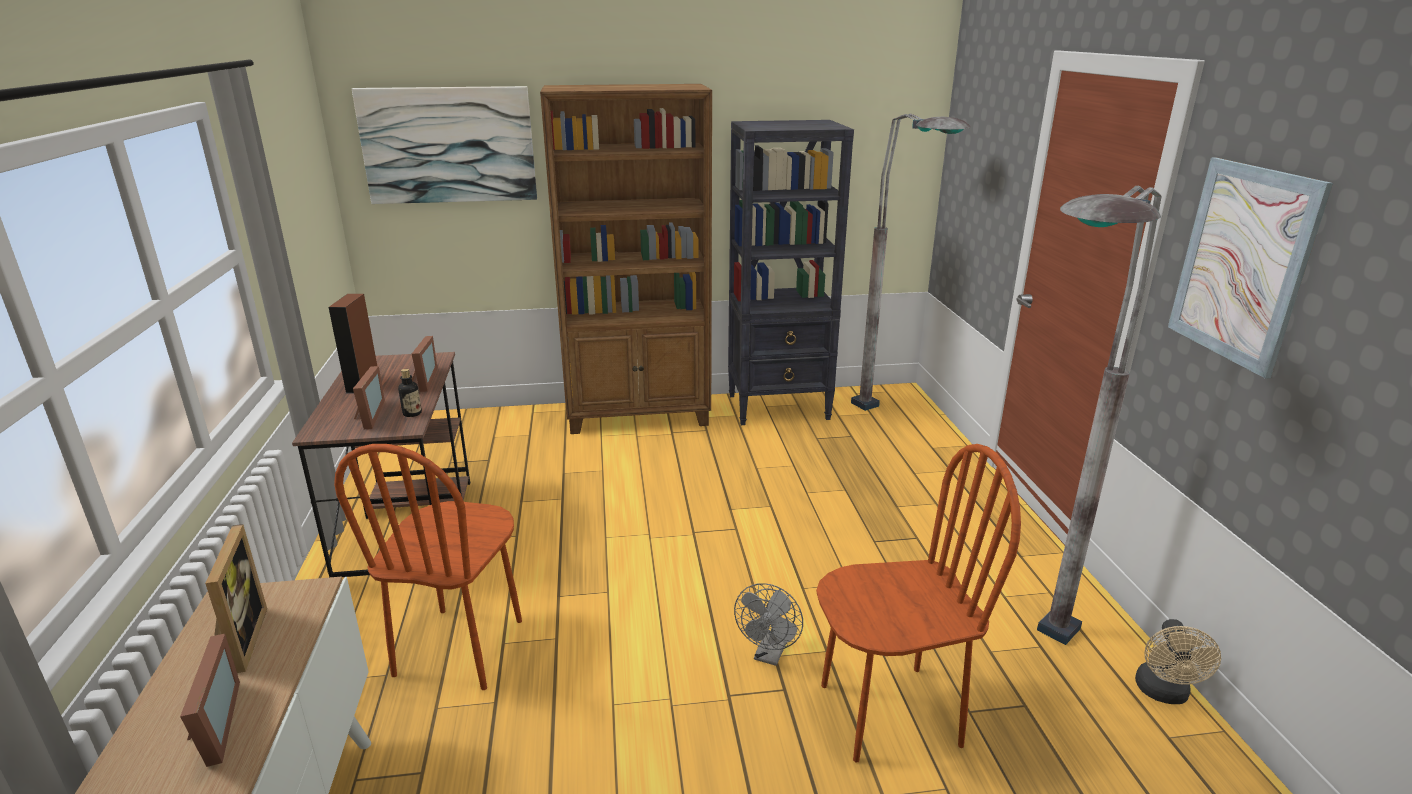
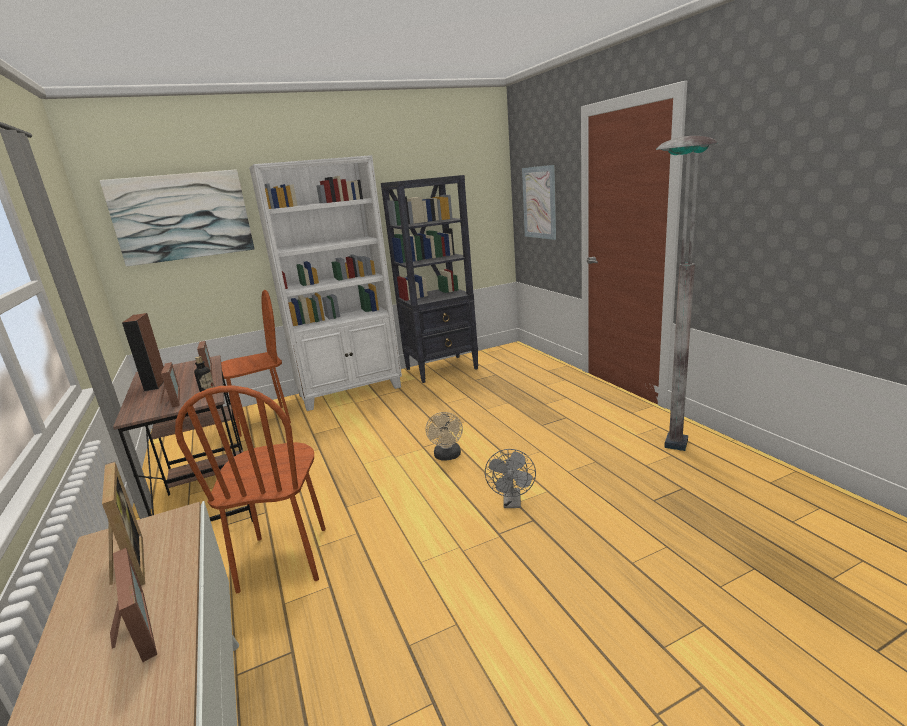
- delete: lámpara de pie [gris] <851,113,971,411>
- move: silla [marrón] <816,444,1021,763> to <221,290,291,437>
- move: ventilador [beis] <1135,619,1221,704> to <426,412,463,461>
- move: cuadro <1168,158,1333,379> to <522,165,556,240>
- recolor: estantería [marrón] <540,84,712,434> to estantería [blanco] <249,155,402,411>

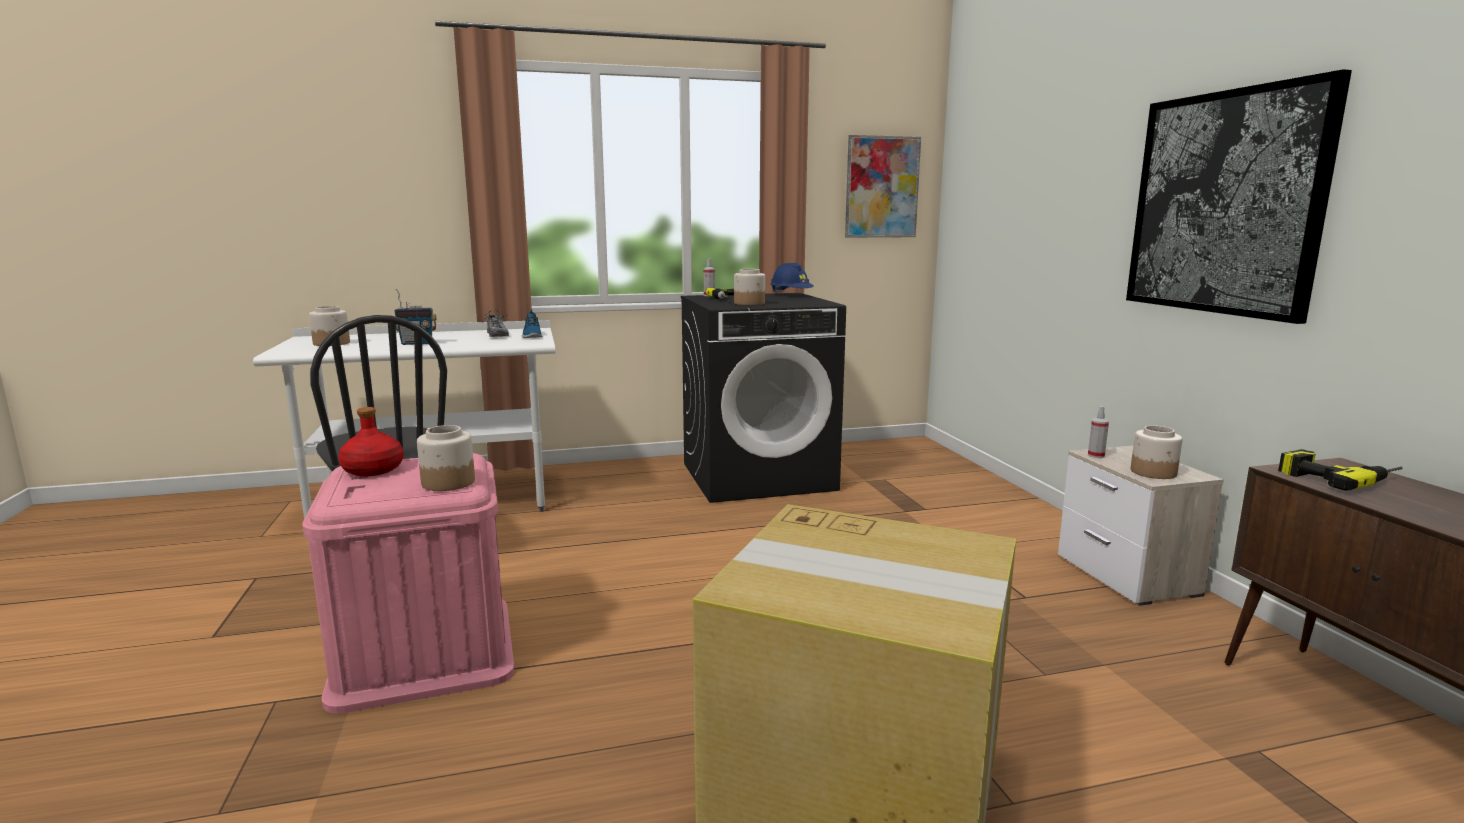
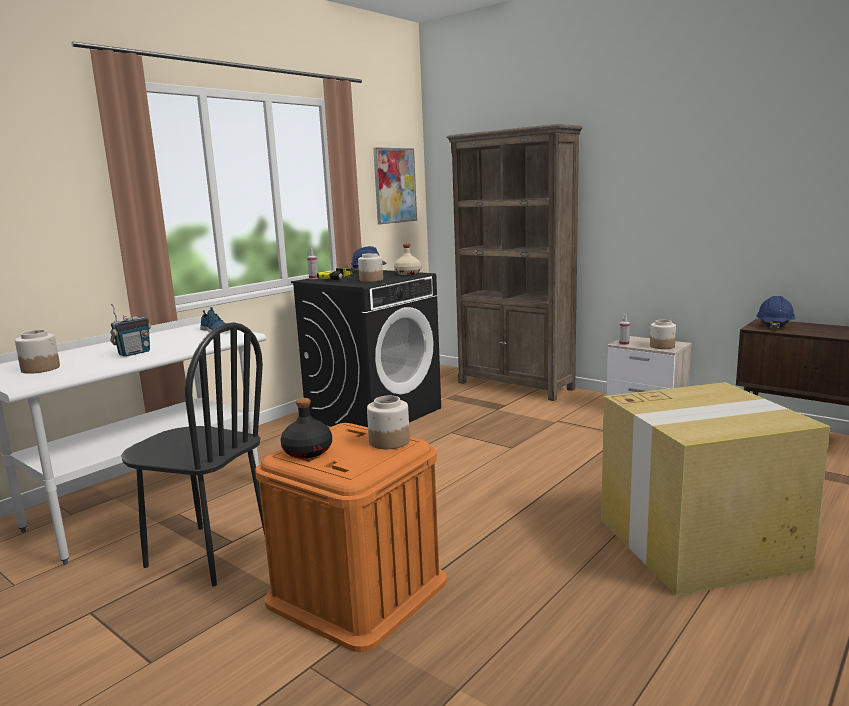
- delete: zapato <482,310,510,337>
- delete: cuadro <1126,69,1352,324>
- insert: botella [beis] <394,244,421,275>
- insert: estantería [marrón] <447,124,583,401>
- replace: taladro <1278,449,1403,491> to casco [azul] <756,296,795,330>
- recolor: caja de almacenaje [rosa] <302,453,514,714> to caja de almacenaje [naranja] <255,423,447,652>
- recolor: botella [rojo] <338,407,404,477> to botella [negro] <280,398,332,458>

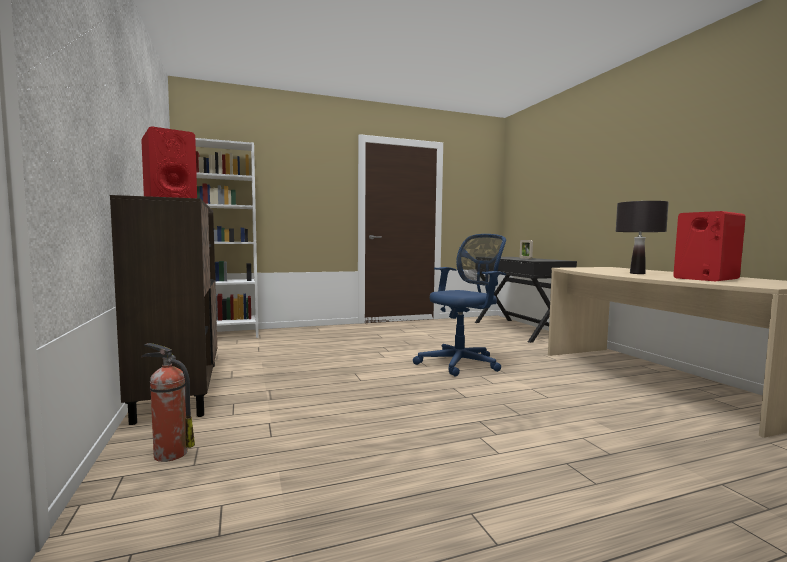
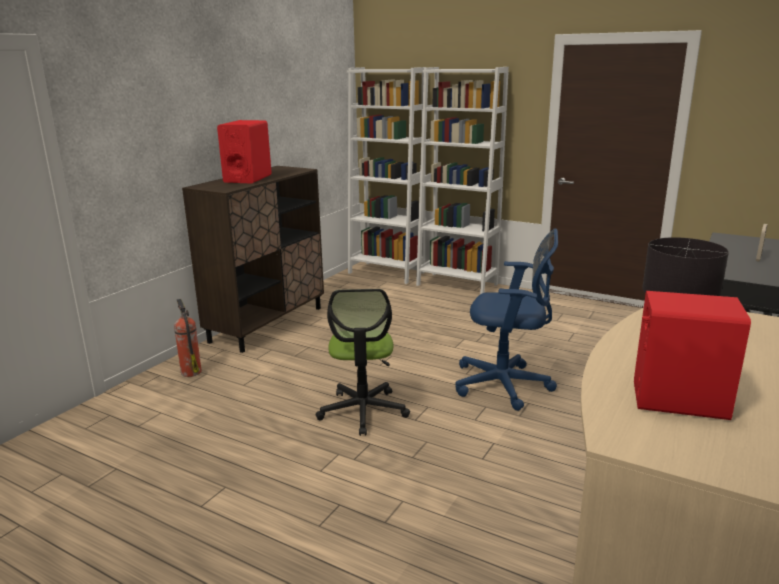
- insert: silla de oficina <316,289,410,436>
- insert: estantería [blanco] <416,67,509,294>

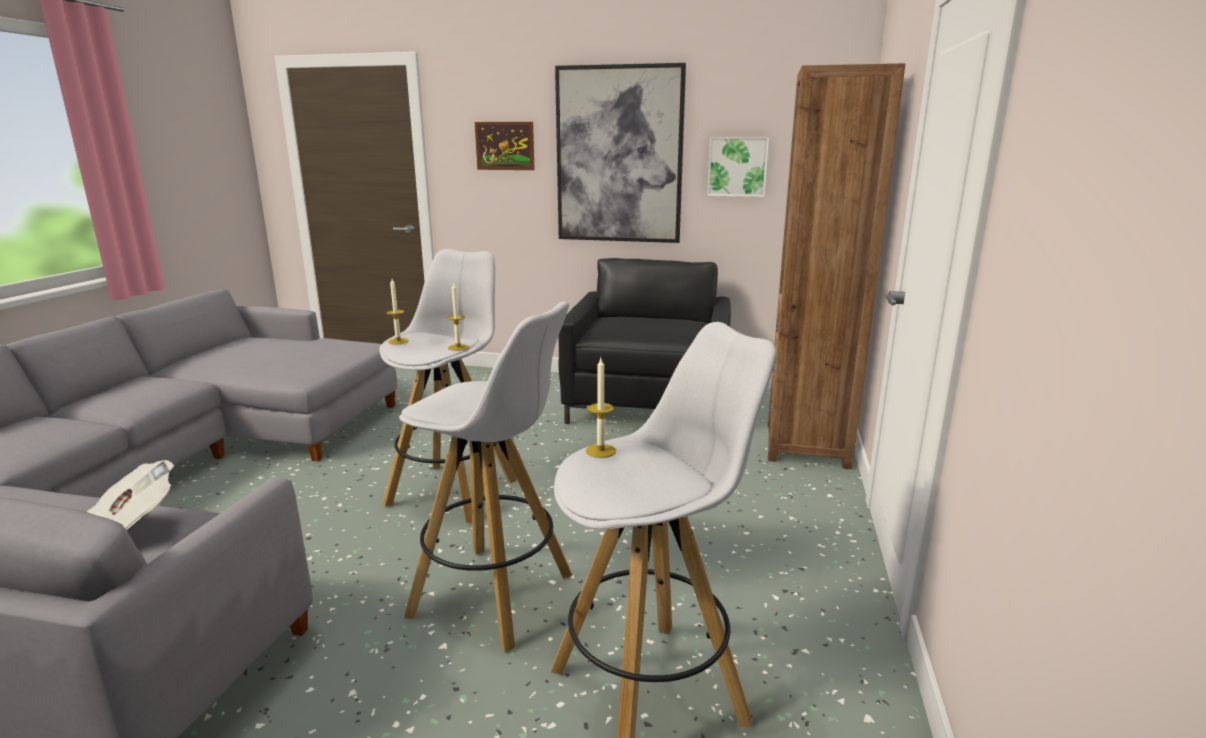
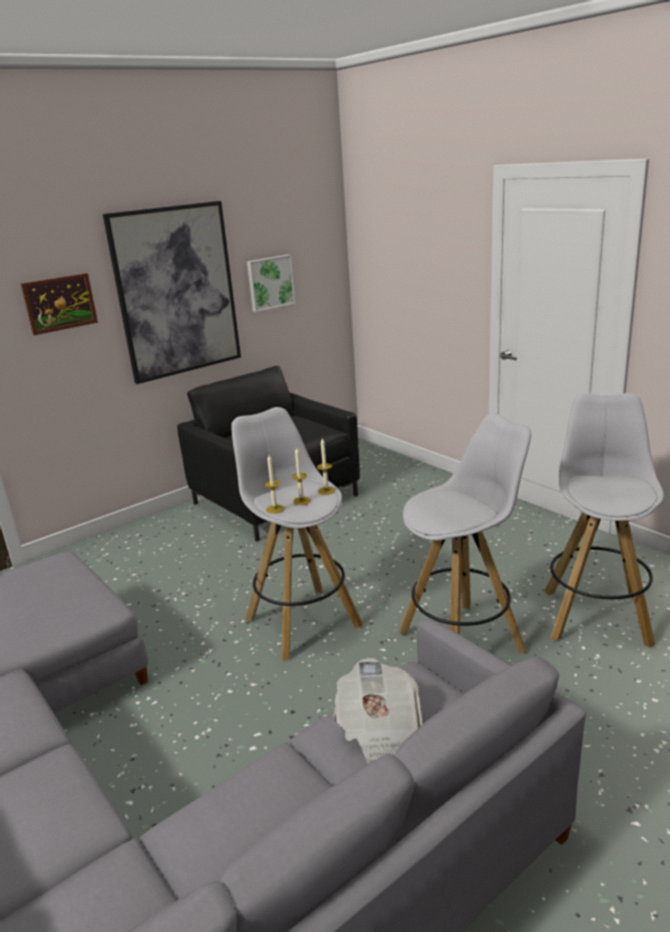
- delete: estantería [marrón] <768,63,905,469>
- move: vela <586,358,616,458> to <292,447,311,505>

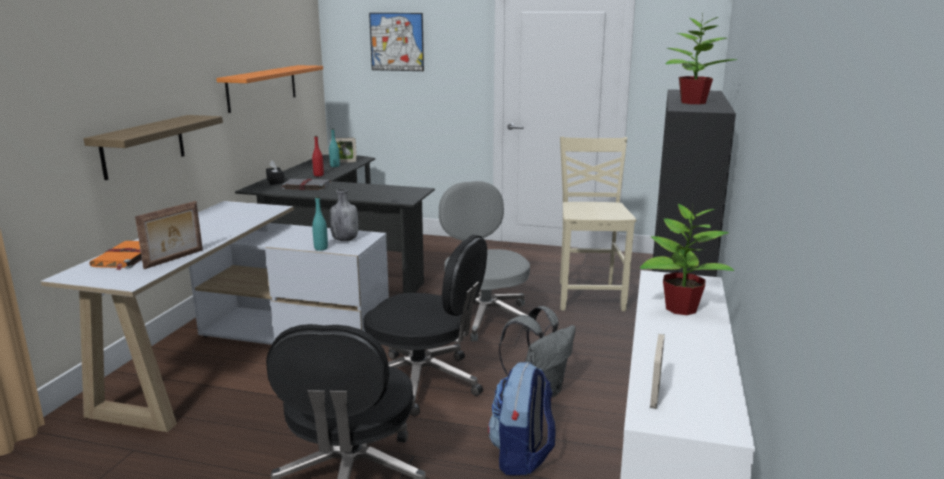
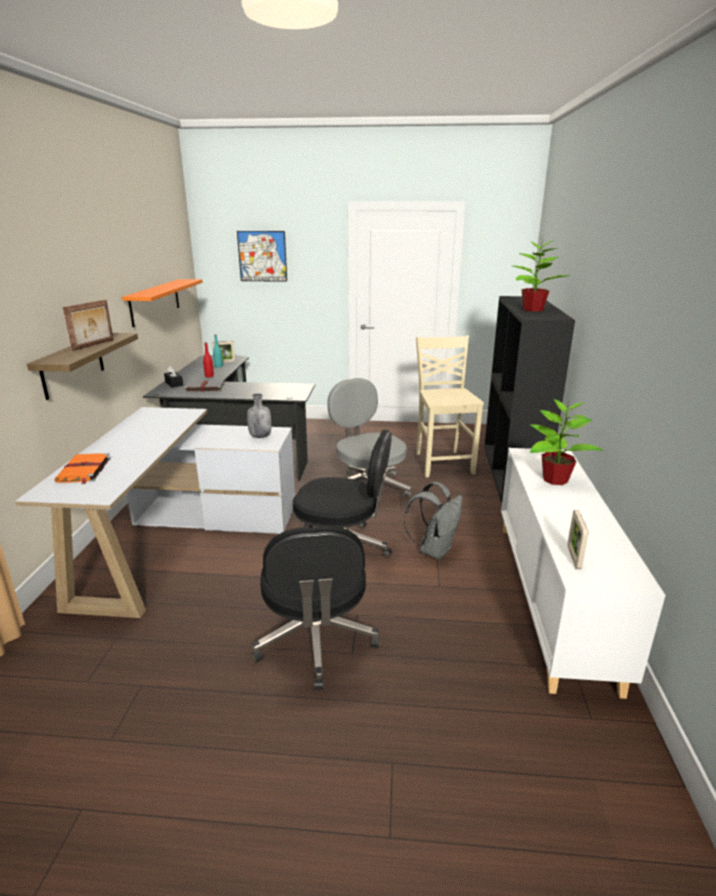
- delete: botella [turquesa] <312,196,328,251>
- delete: mochila <488,362,555,475>
- move: portarretratos <135,201,203,269> to <63,300,114,351>

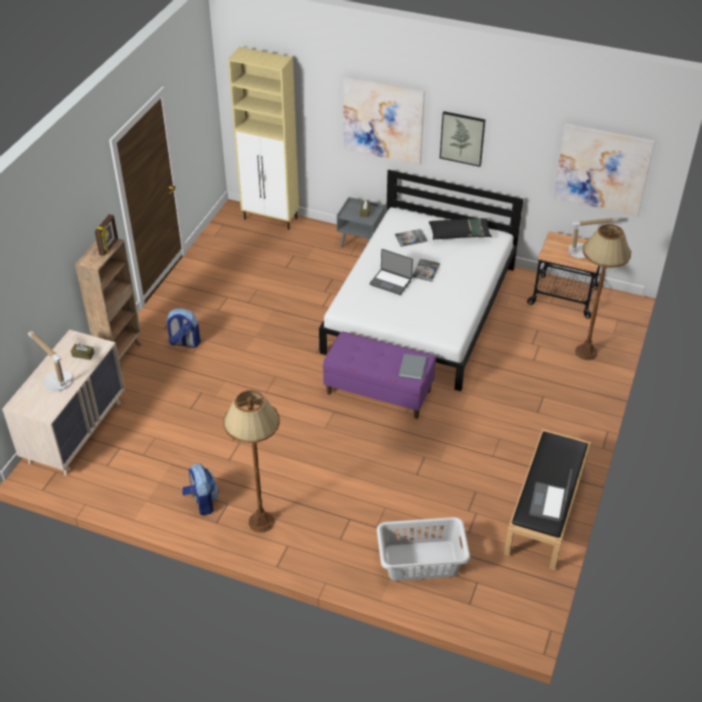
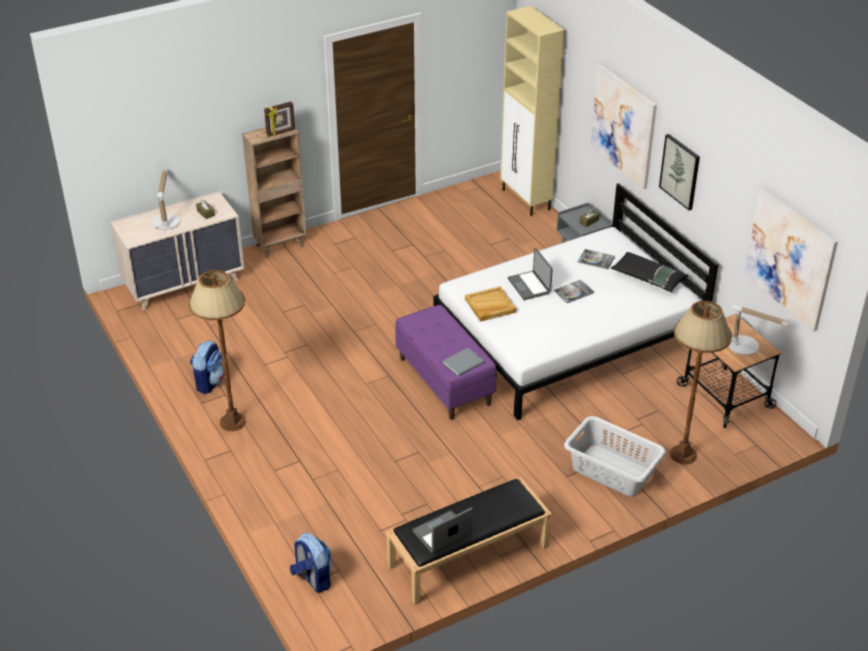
- insert: bandeja [beis] <465,287,516,322>
- move: mochila <166,308,201,348> to <290,533,332,593>
- move: cesto de la ropa [gris] <377,517,470,581> to <564,416,666,497>

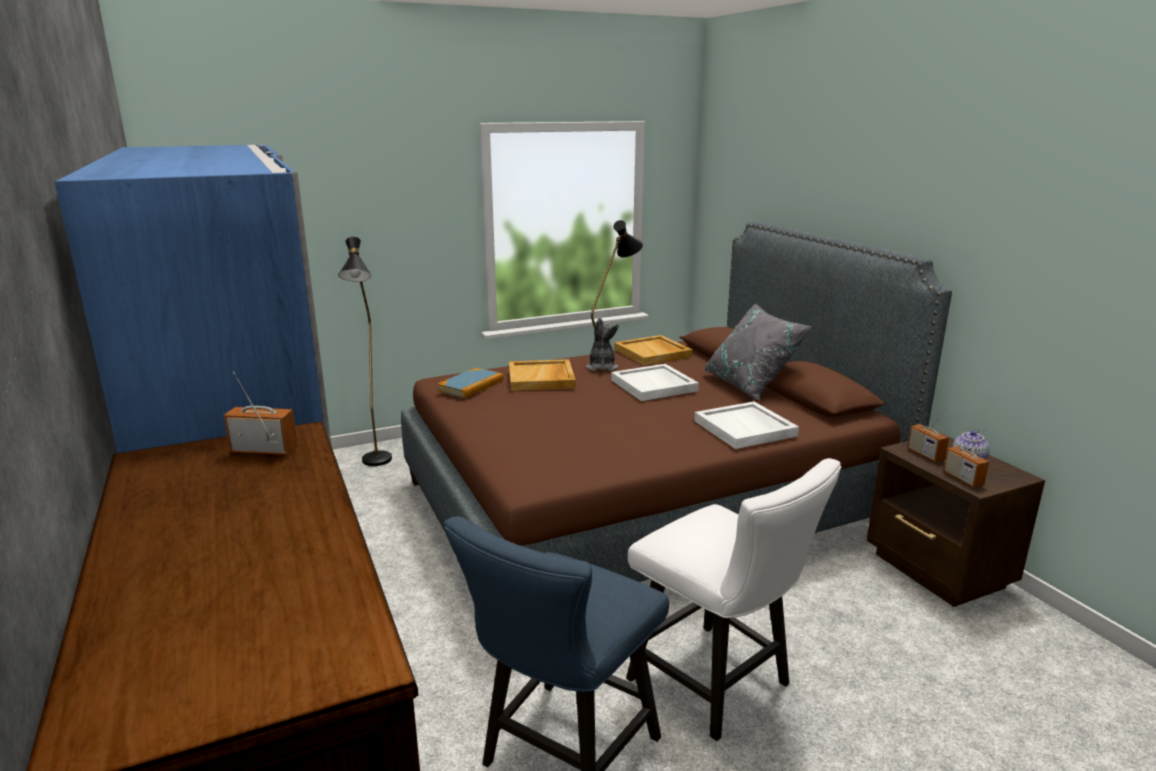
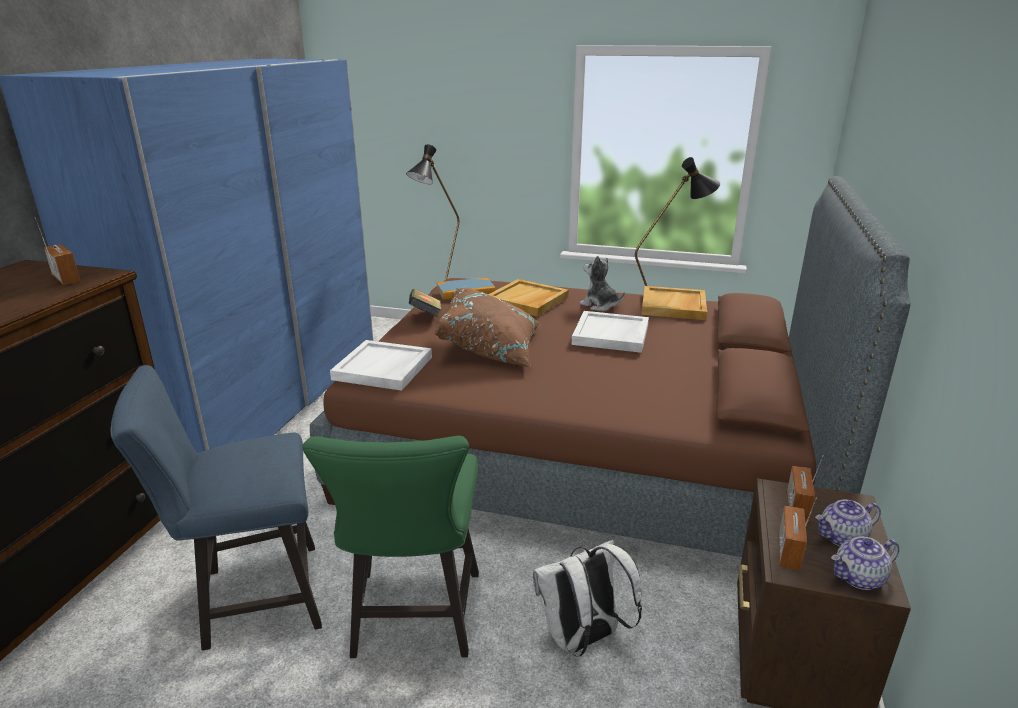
- delete: cojín [gris] <704,303,812,401>
- insert: libro <409,289,441,317>
- insert: cojín [marrón] <434,288,540,367>
- insert: mochila [blanco] <533,540,642,657>
- insert: tetera <831,536,899,590>
- move: bandeja [blanco] <694,402,799,449> to <330,340,432,391>
- recolor: silla [blanco] <626,458,841,741> to silla [verde] <302,436,479,658>
- rotate: peluche <586,317,619,371> = <579,256,625,311> 90 degrees counterclockwise

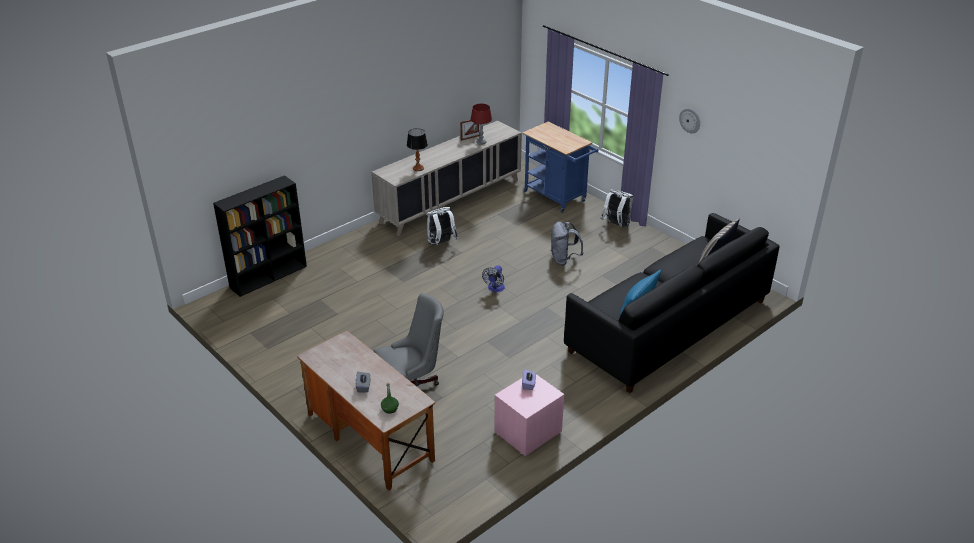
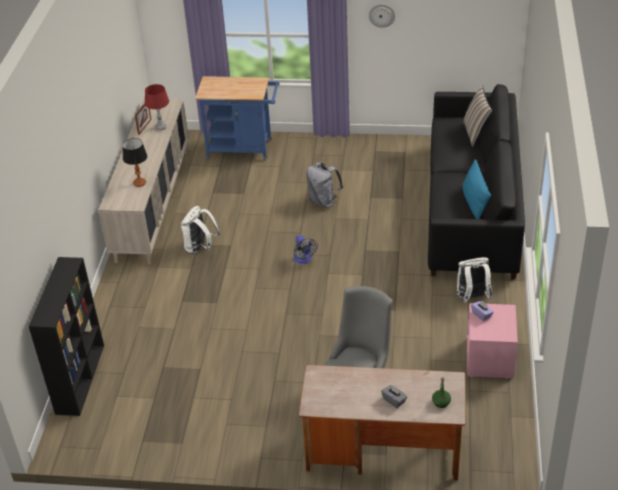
- move: mochila [blanco] <600,190,633,227> to <457,257,493,303>

